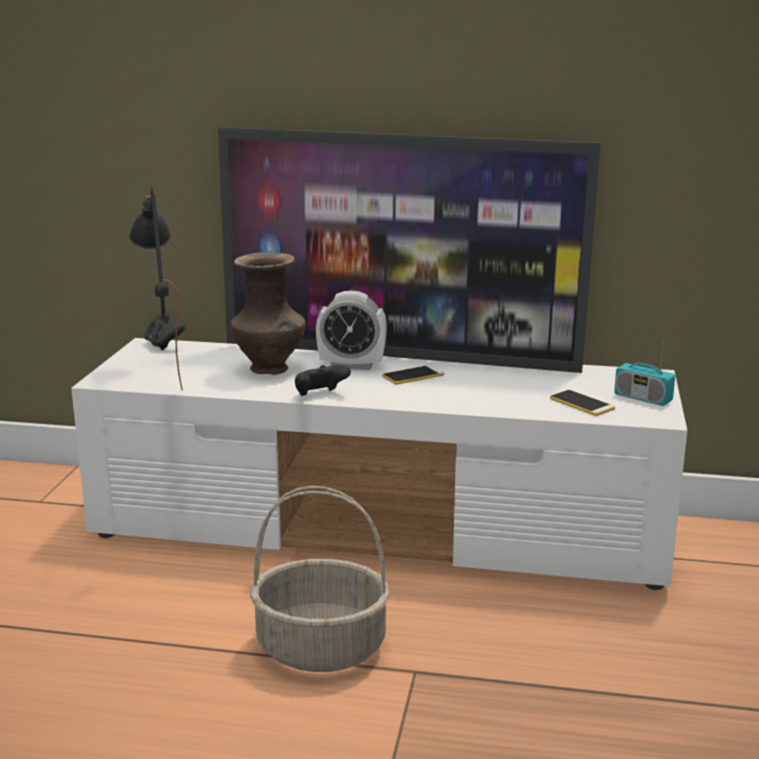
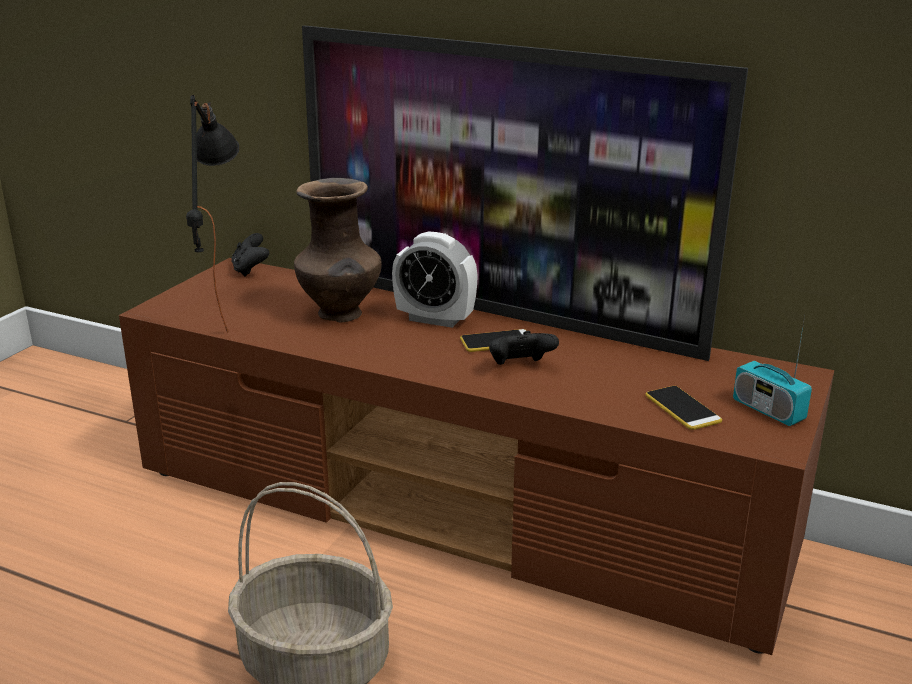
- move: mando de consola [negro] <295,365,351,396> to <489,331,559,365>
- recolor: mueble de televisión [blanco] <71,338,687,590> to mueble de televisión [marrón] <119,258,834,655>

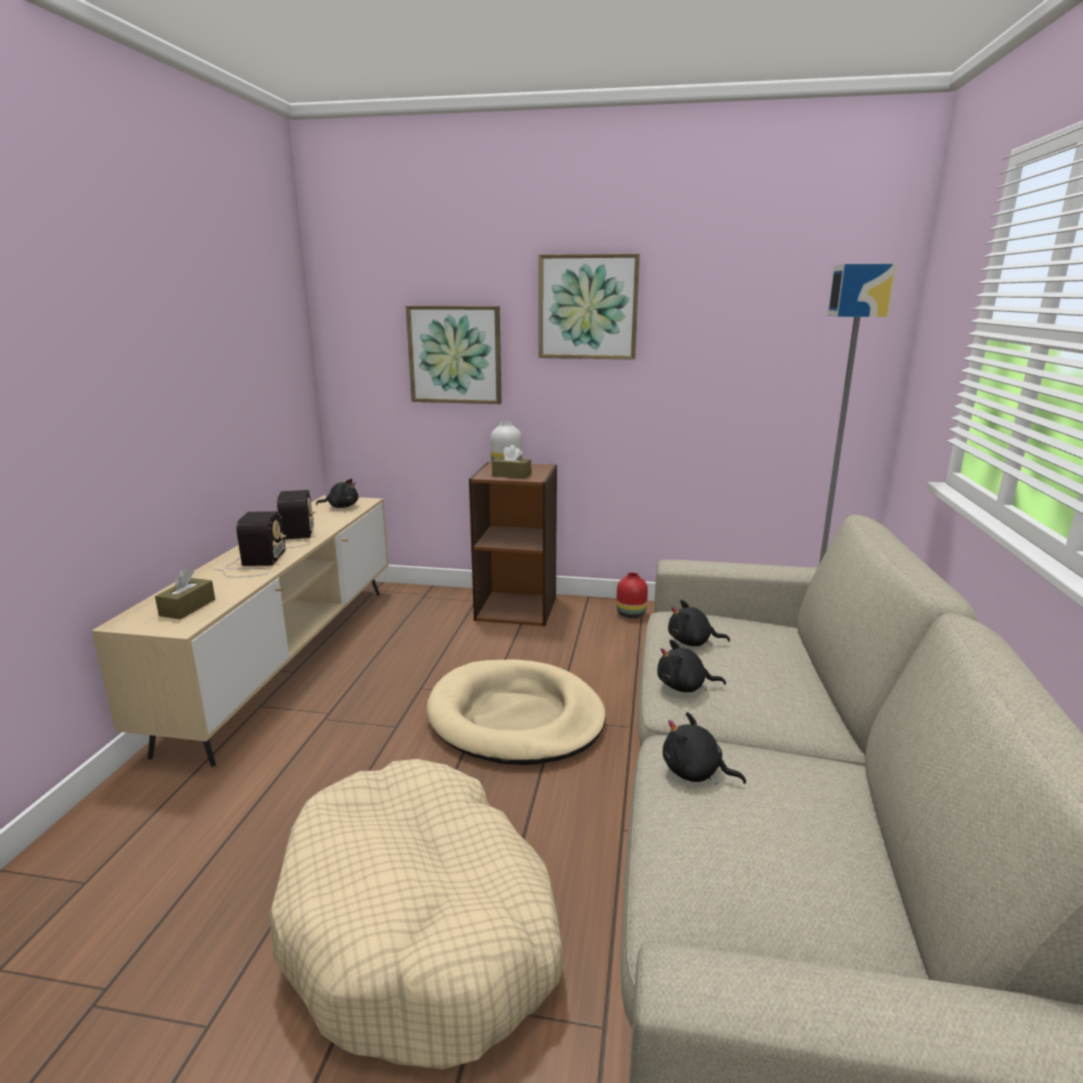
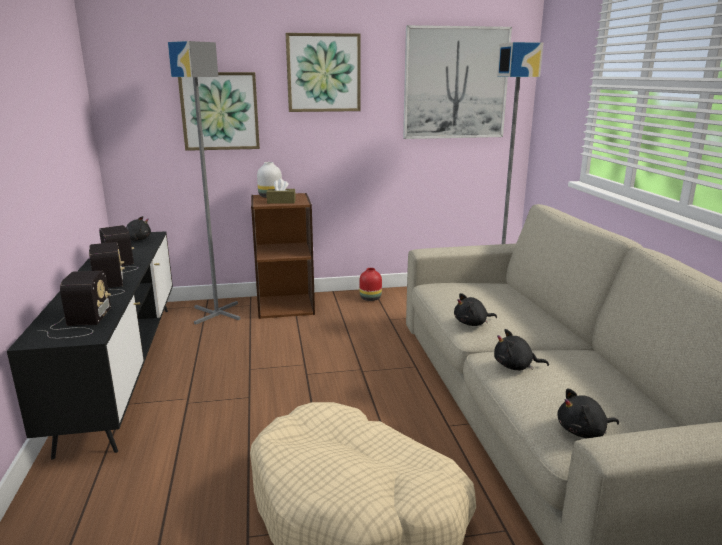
- delete: cama para perro [beis] <427,659,606,765>
- insert: lámpara de pie [gris] <168,41,240,324>
- insert: cuadro <403,25,512,139>
- move: peluche [negro] <668,600,730,646> to <558,388,619,438>
- replace: caja de pañuelos [marrón] <155,569,215,619> to radio <37,271,111,339>
- recolor: mueble de televisión [beis] <91,496,388,767> to mueble de televisión [negro] <7,231,173,460>

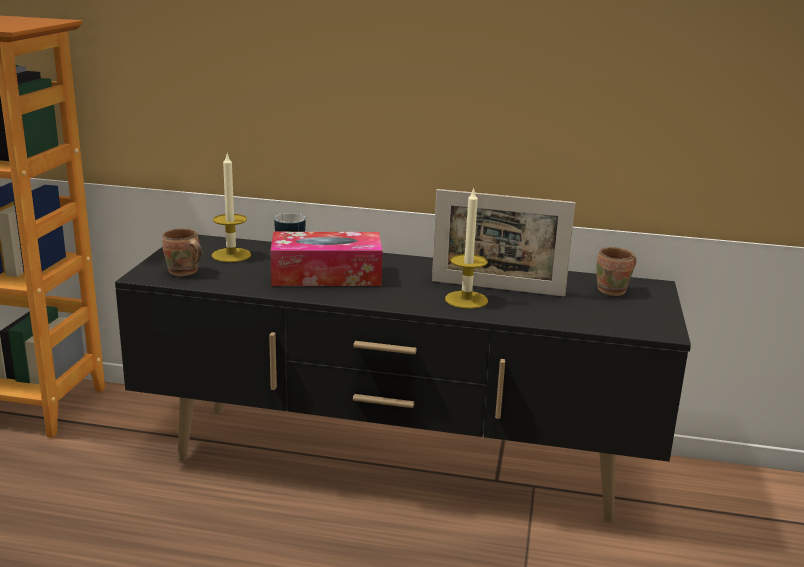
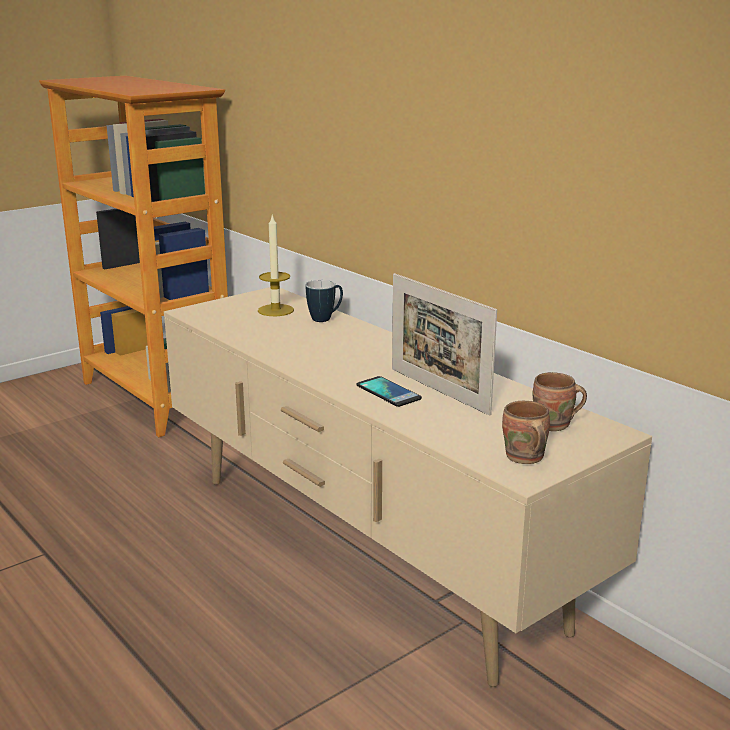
- delete: caja de pañuelos <270,232,382,286>
- move: taza grande [marrón] <162,228,202,276> to <502,401,550,464>
- replace: vela <445,187,488,309> to móvil <356,376,422,407>
- recolor: mueble de televisión [negro] <115,234,691,522> to mueble de televisión [beis] <164,287,652,687>

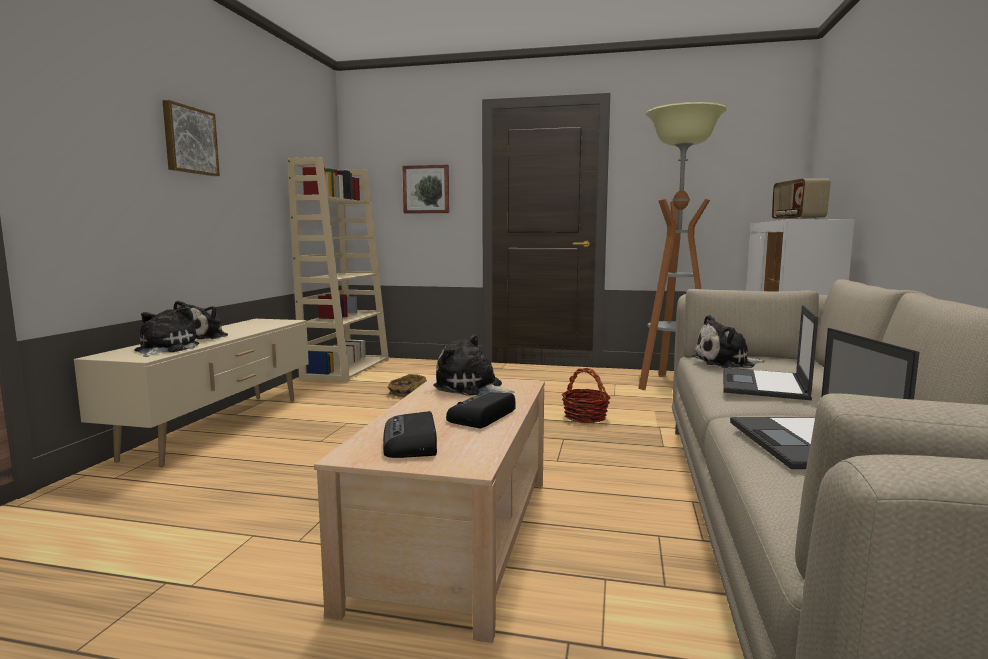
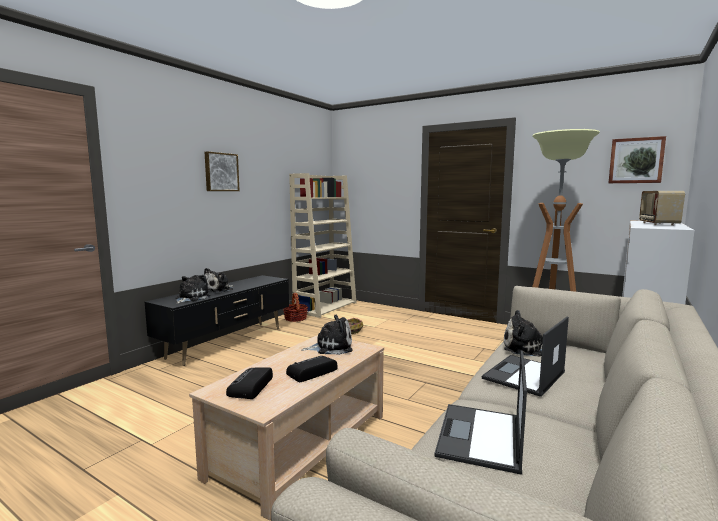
- move: cuadro <403,165,449,214> to <609,136,666,183>
- move: cesta <562,368,611,423> to <283,293,308,322>
- recolor: mueble de televisión [beis] <74,319,309,467> to mueble de televisión [negro] <145,275,289,366>
- rotate: peluche <433,334,515,396> = <302,315,353,355> 120 degrees clockwise

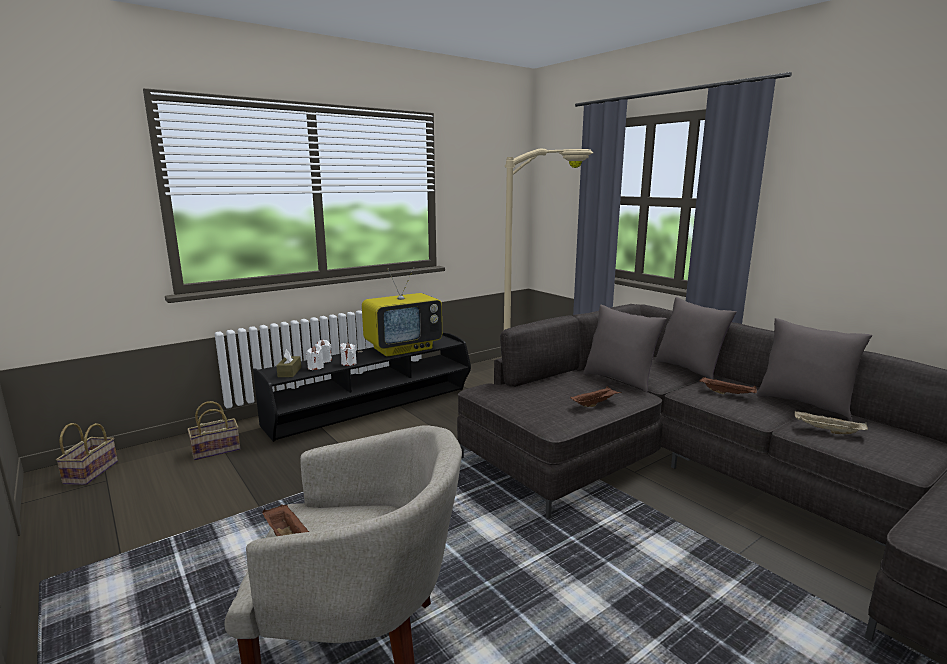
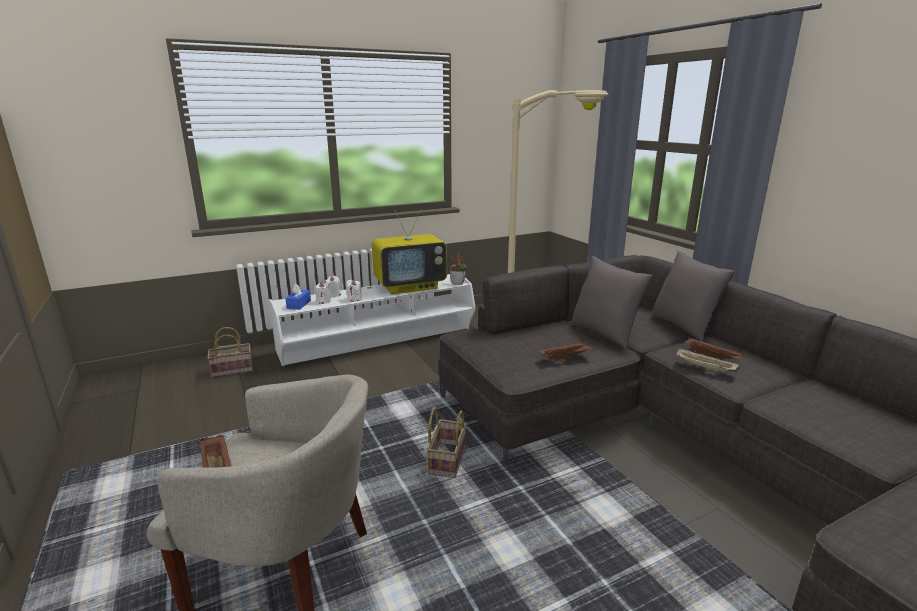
- delete: cojín [gris] <756,318,872,419>
- insert: planta en maceta <449,252,468,285>
- move: cesta <56,423,118,485> to <426,407,467,478>
- move: bandeja [beis] <795,411,868,434> to <676,348,739,373>
- recolor: mueble de televisión [negro] <253,332,471,442> to mueble de televisión [blanco] <269,274,475,366>
- recolor: caja de pañuelos [marrón] <276,349,301,377> to caja de pañuelos [azul] <285,284,311,310>

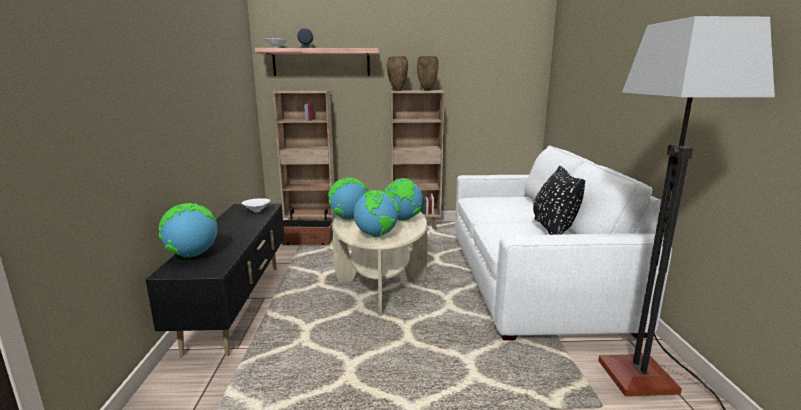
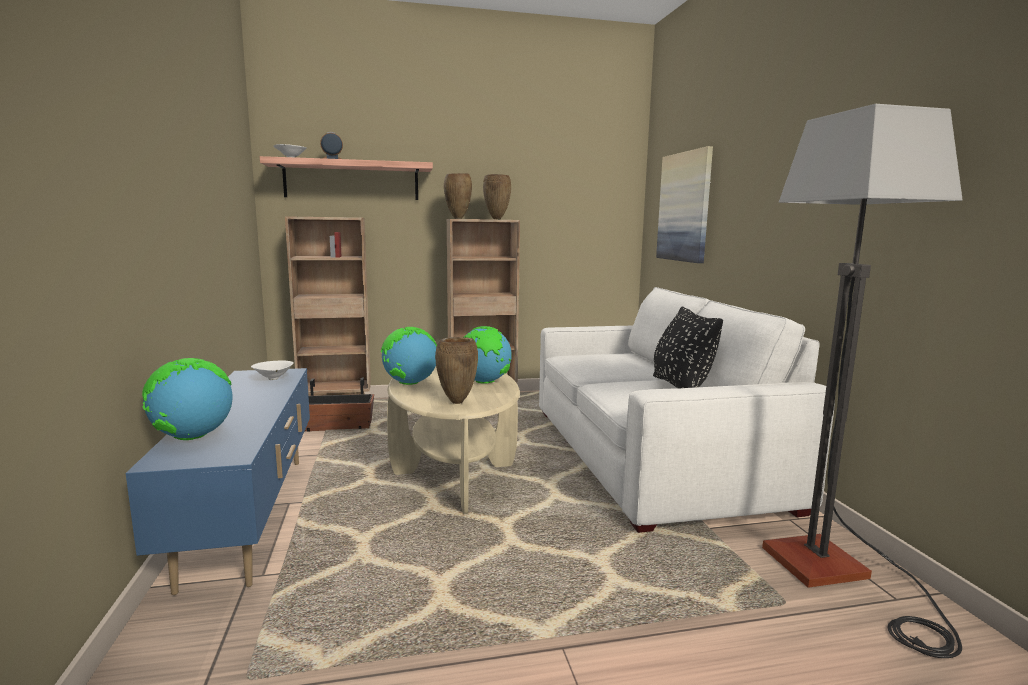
- insert: cuadro <656,146,713,263>
- replace: globo terráqueo <354,190,399,237> to florero [marrón] <435,337,478,404>
- recolor: mueble de televisión [negro] <146,203,284,357> to mueble de televisión [azul] <126,368,310,595>

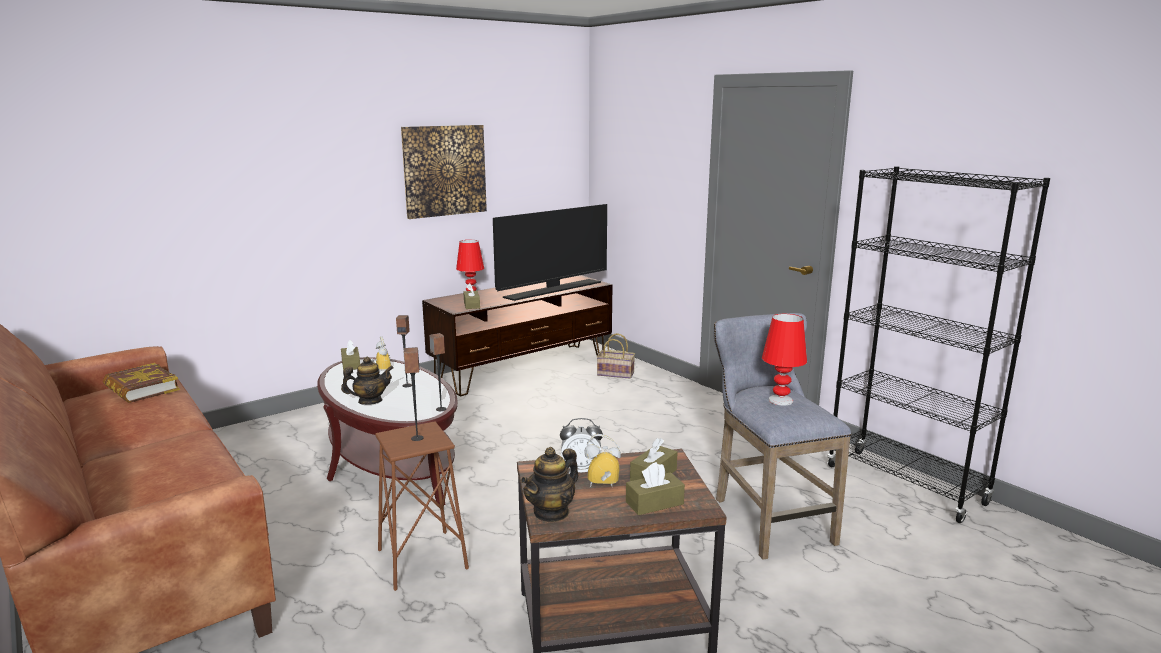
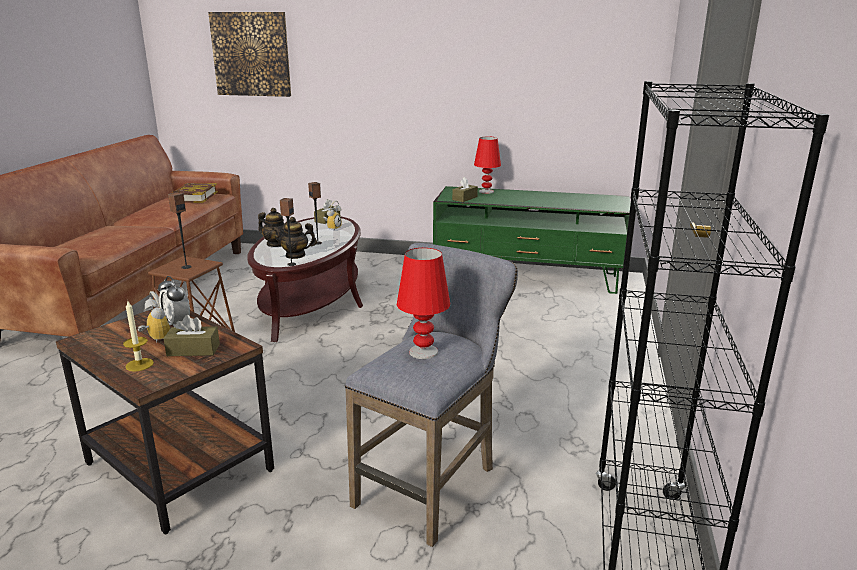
- delete: televisor <493,204,607,301>
- delete: cesta <597,333,635,379>
- move: cuadro <401,125,487,219> to <208,12,291,97>
- move: tetera <521,447,578,523> to <272,217,317,259>
- replace: caja de pañuelos [marrón] <626,462,685,515> to vela <123,301,154,372>
- recolor: mueble de televisión [marrón] <422,275,612,396> to mueble de televisión [verde] <433,186,631,294>

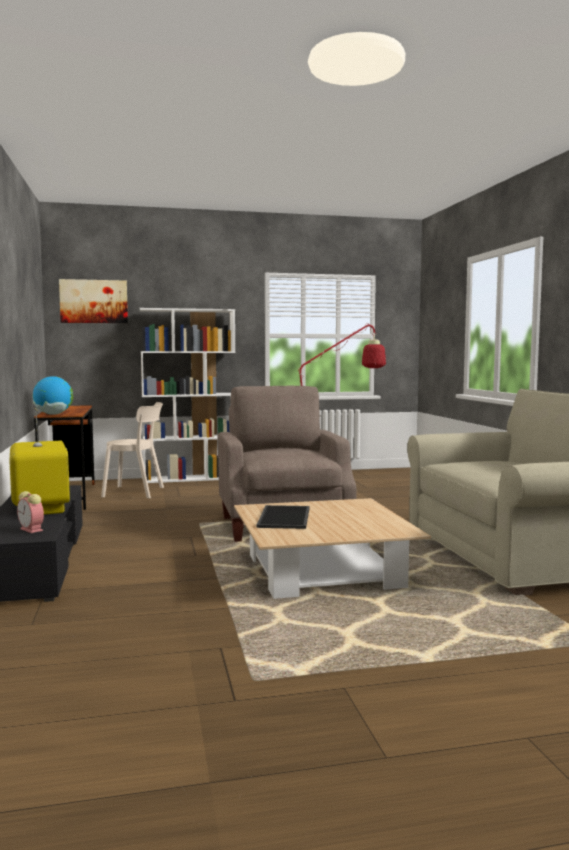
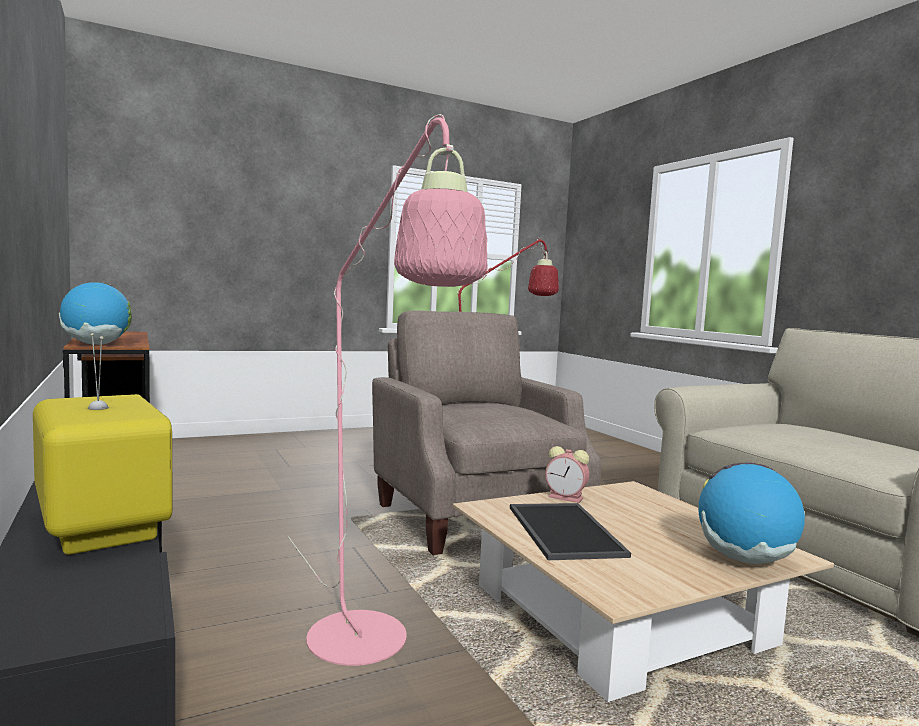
- delete: cuadro <59,279,128,323>
- delete: silla [beis] <101,402,164,499>
- delete: estantería [blanco] <140,308,235,483>
- insert: lámpara de pie [rosa] <288,114,488,666>
- insert: globo terráqueo <698,462,805,564>
- move: despertador <17,491,44,533> to <545,446,589,503>

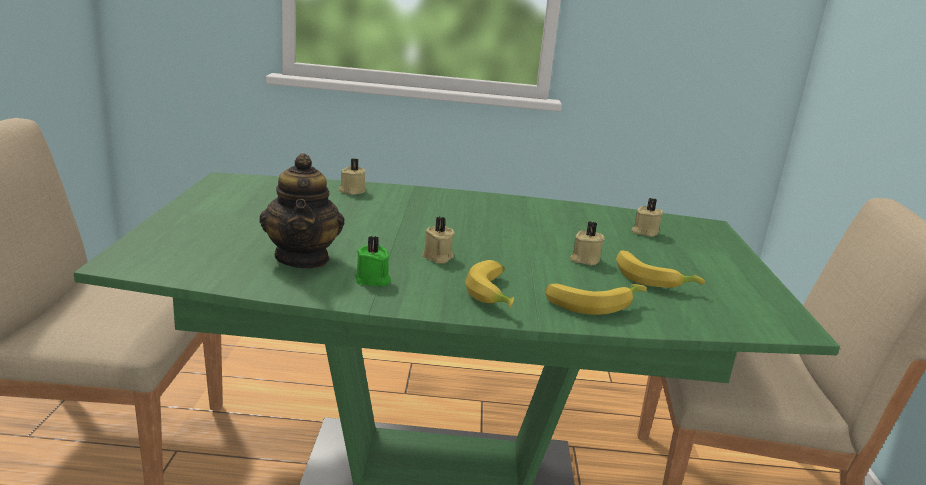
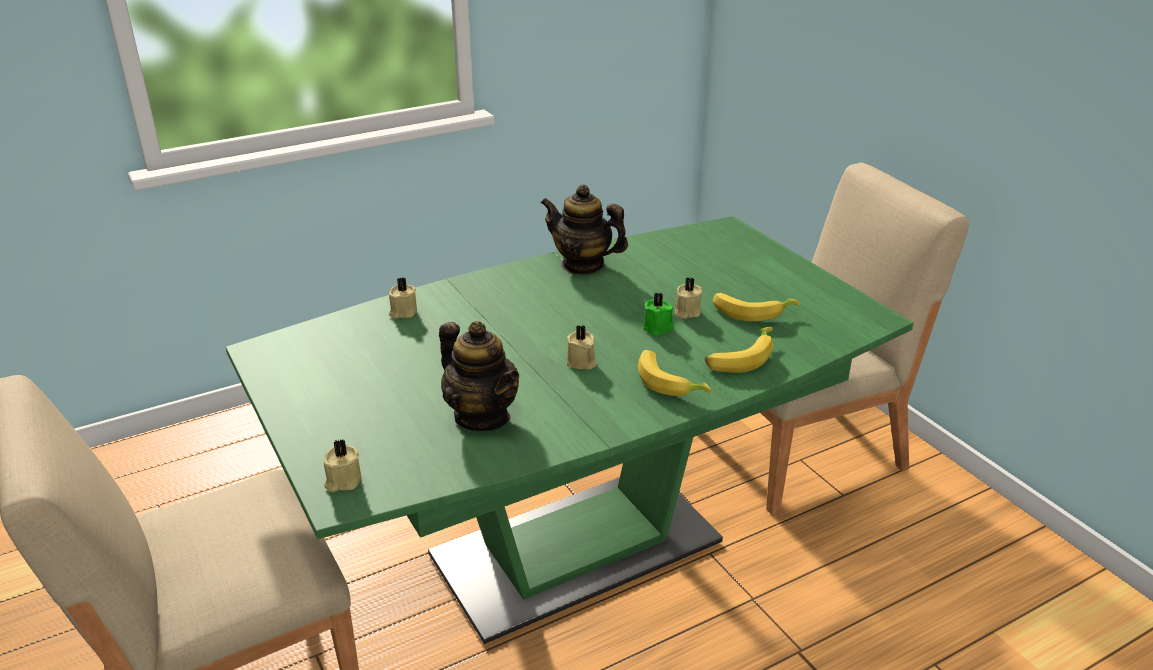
- insert: tetera <541,184,628,275>
- move: vela [verde] <355,236,391,286> to <643,292,674,335>
- move: vela [beis] <631,198,663,237> to <324,439,361,492>

